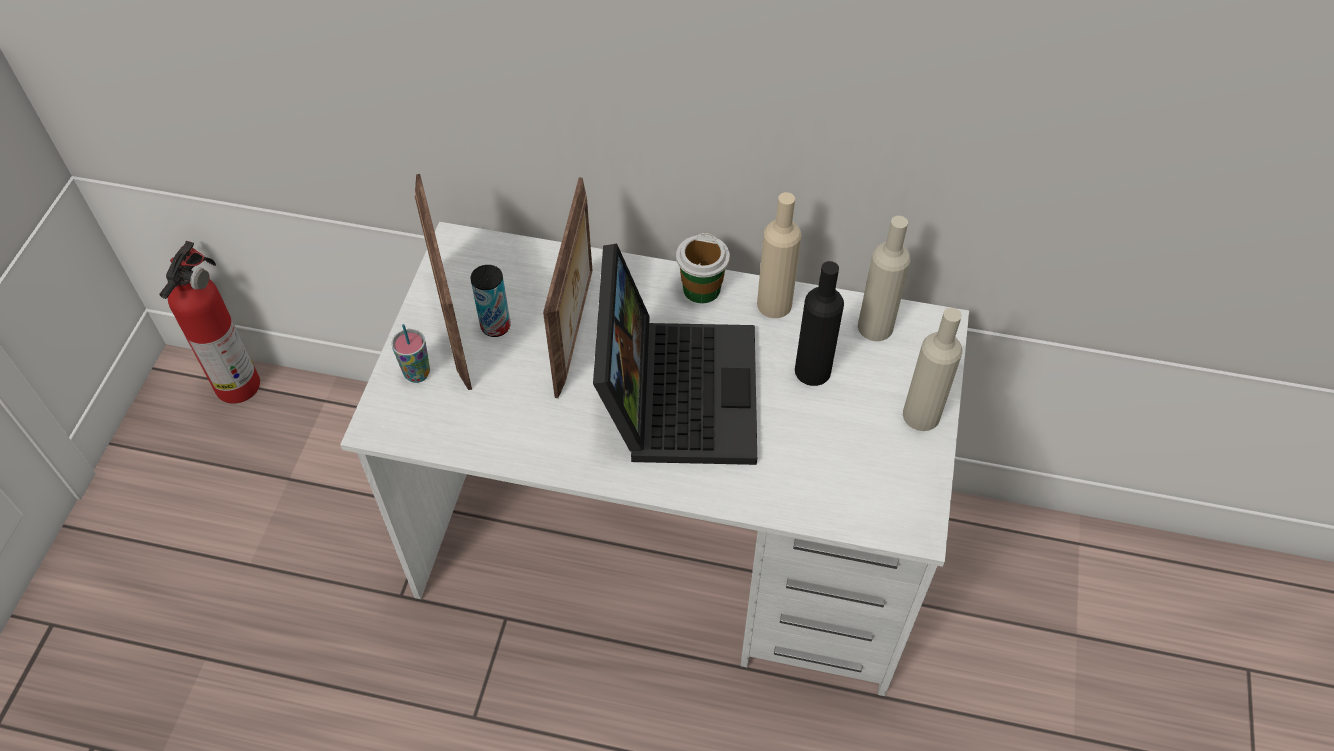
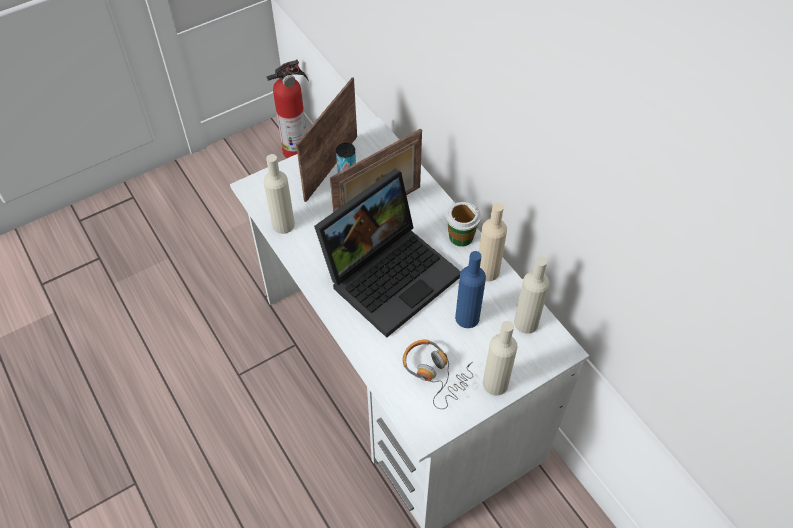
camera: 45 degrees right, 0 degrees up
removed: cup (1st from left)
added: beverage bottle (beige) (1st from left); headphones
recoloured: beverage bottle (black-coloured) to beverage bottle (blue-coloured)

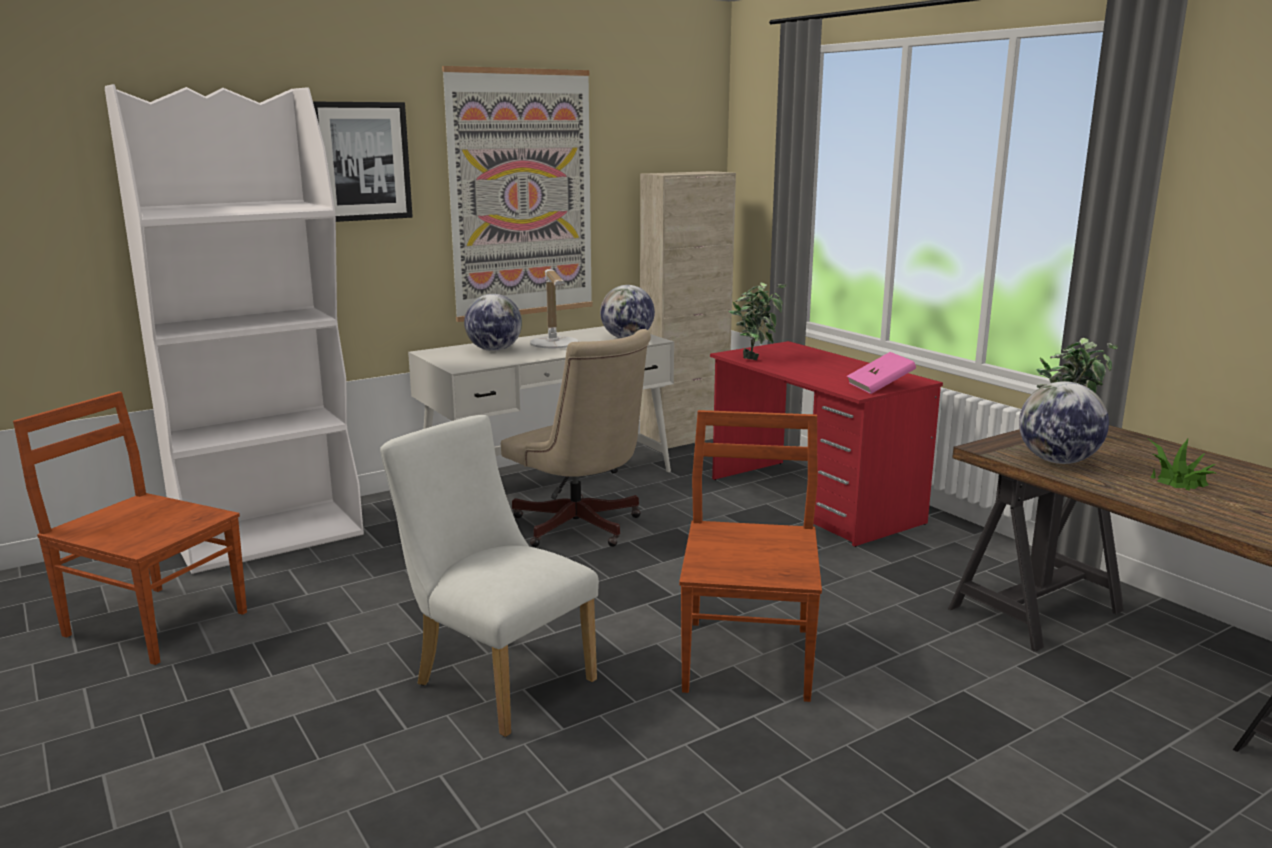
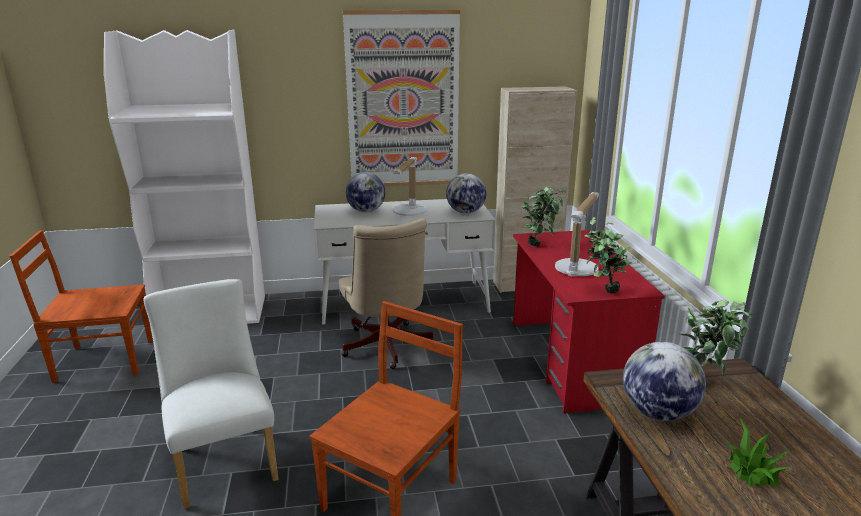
camera: 25 degrees right, 5 degrees up
removed: wall art (1st from left)
added: table lamp (2nd from left)
replaced: bound book (pinkish) to houseplant (2nd from left)
turned: chair (brown) (1st from left) 60 degrees counterclockwise

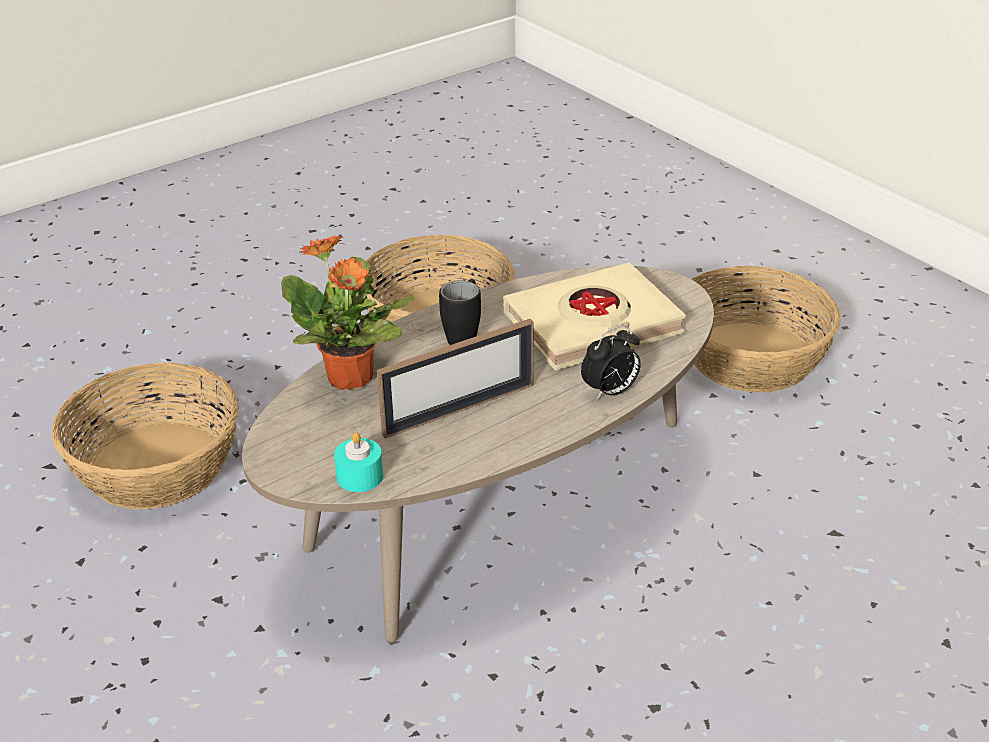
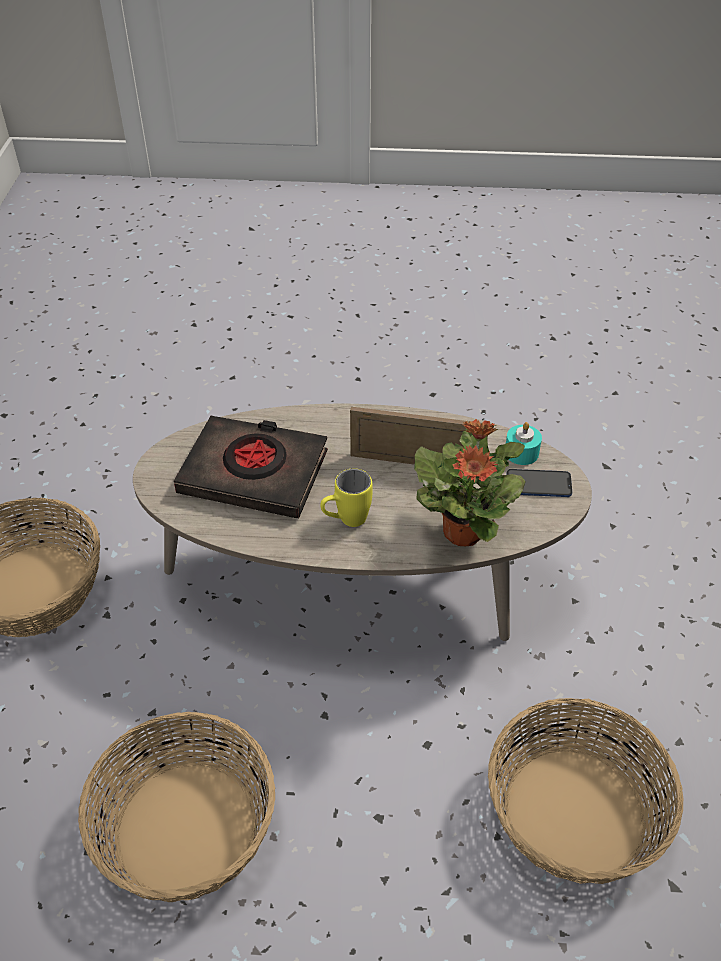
camera: 140 degrees left, 10 degrees up
removed: alarm clock
added: telephone
recoloured: coffee mug (black-coloured) to coffee mug (yellow-coloured); bound book (beige) to bound book (black-coloured)

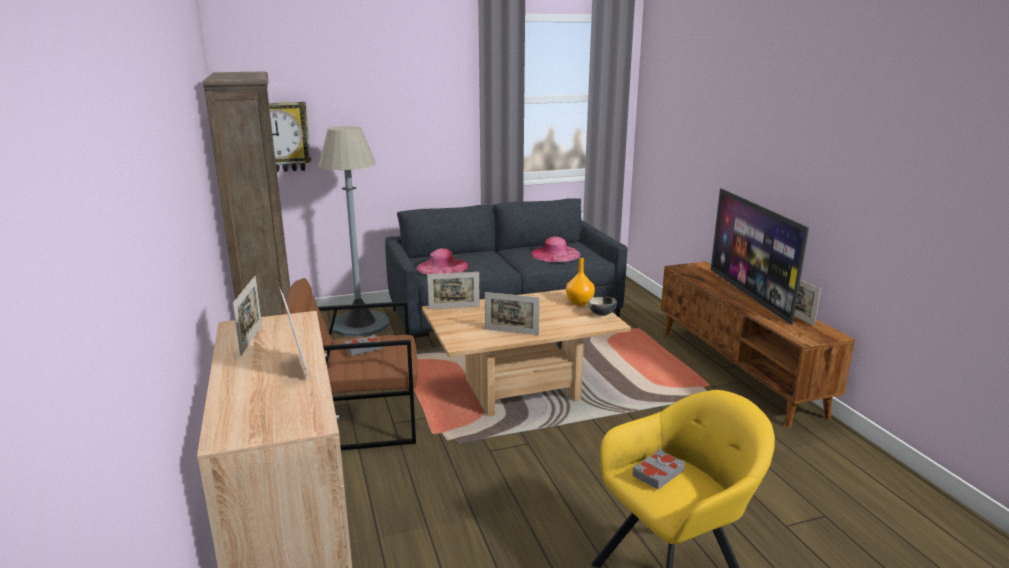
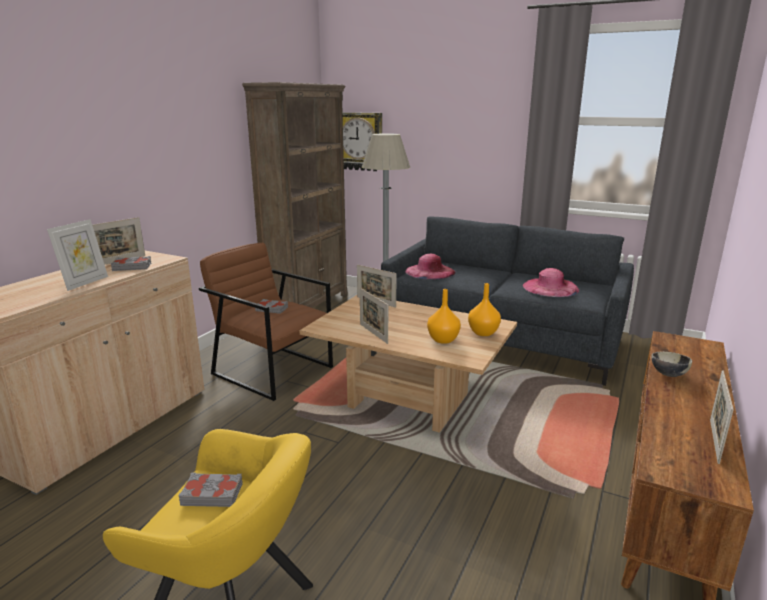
camera: 45 degrees right, 0 degrees up
removed: TV
added: bound book (grey) (1st from left); flower vase (orangey) (1st from left)
moved: bowl

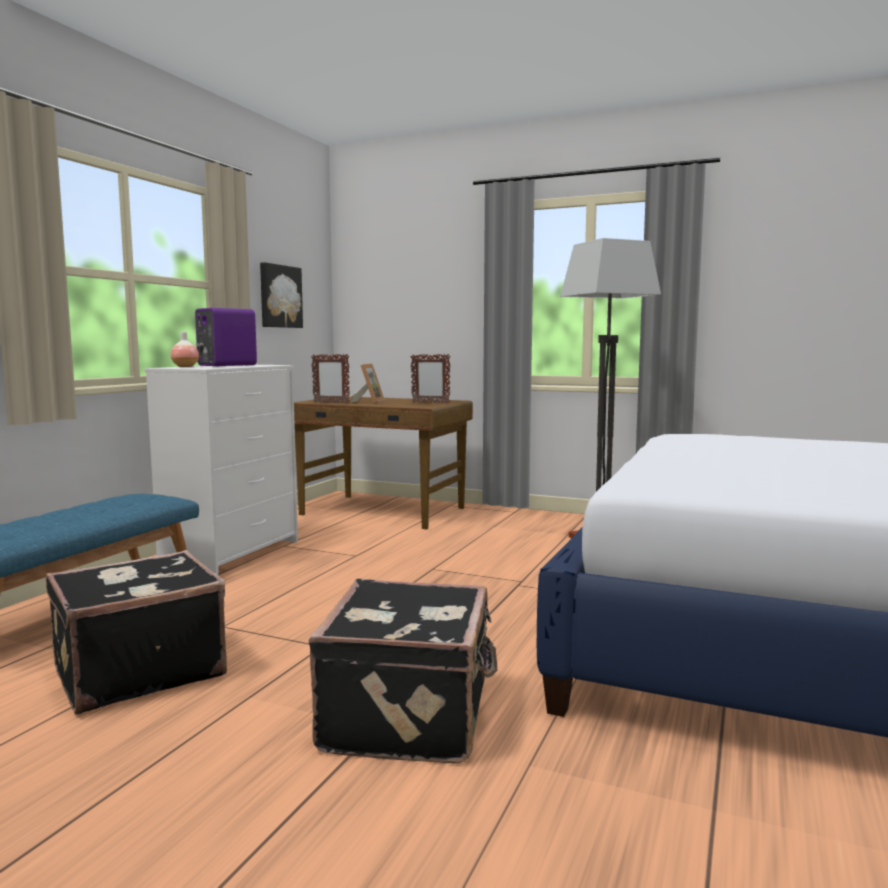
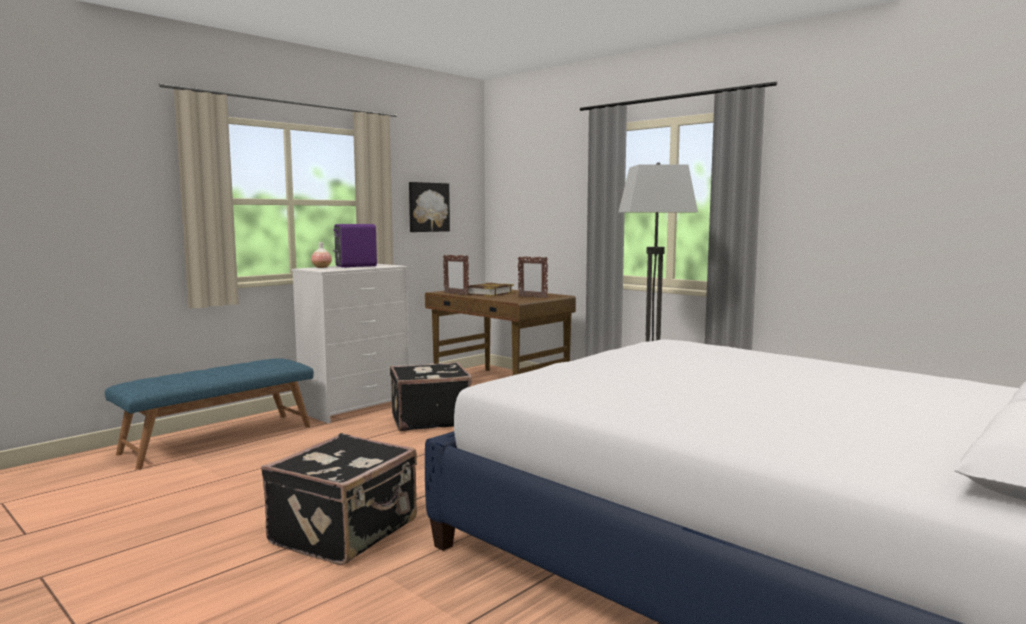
camera: 20 degrees right, 0 degrees up
moved: piece of luggage (black-coloured) (1st from left in the first image) to piece of luggage (black-coloured) (2nd from left)
replaced: picture frame (2nd from left) to bound book

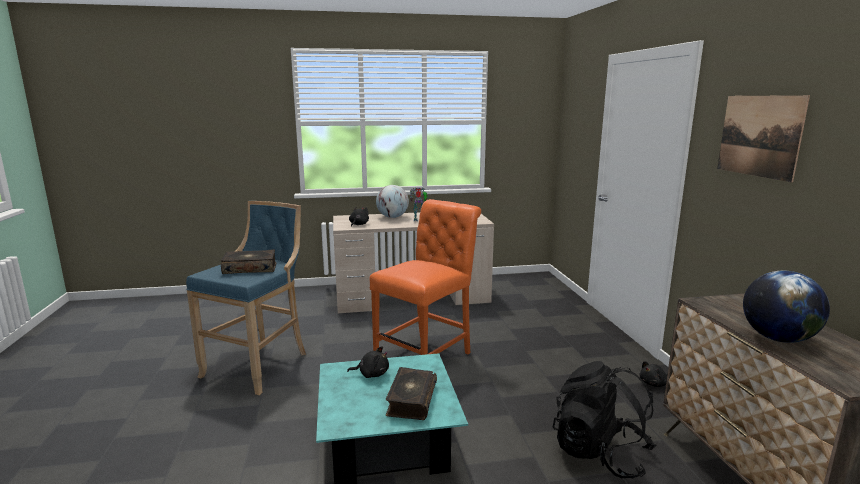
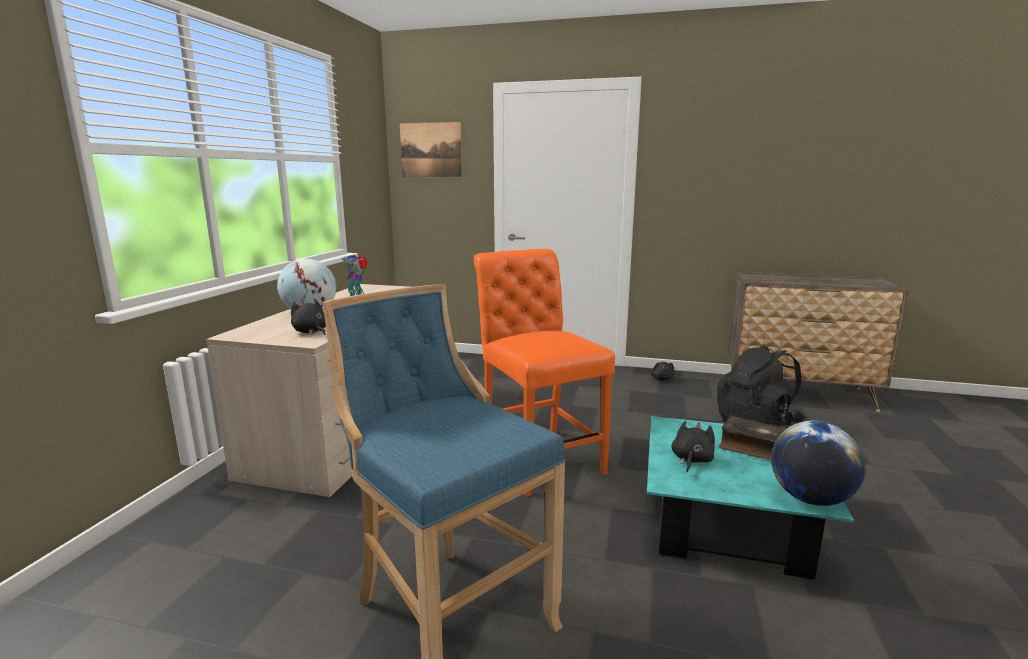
camera: 65 degrees left, 0 degrees up
removed: bound book (1st from left)
moved: wall art; world globe (2nd from left)

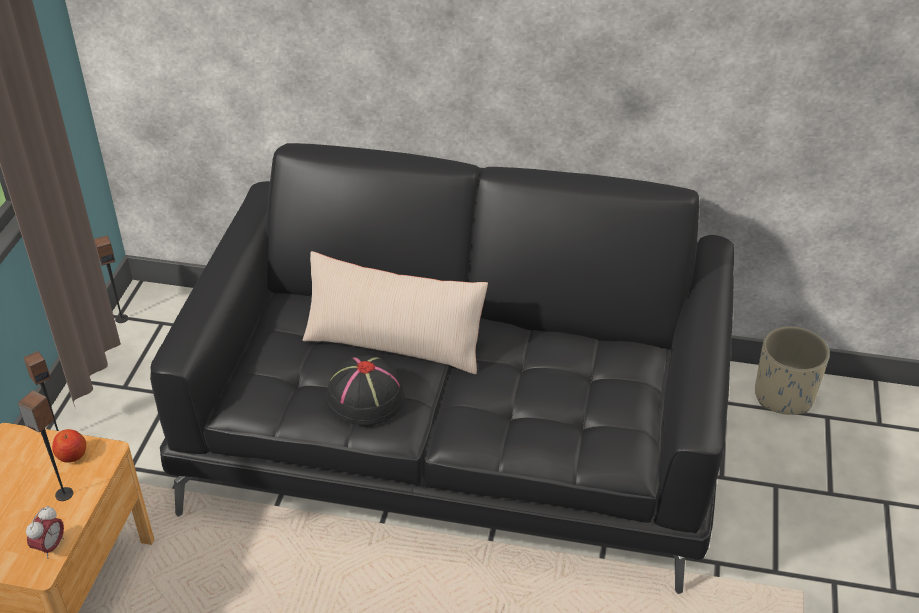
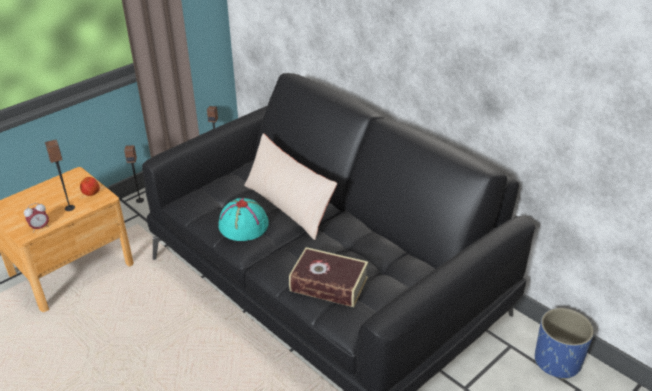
camera: 35 degrees right, 5 degrees down
added: bound book
recoloured: wearable hat (black-coloured) to wearable hat (turquoise-coloured); planter (beige) to planter (blue-coloured)

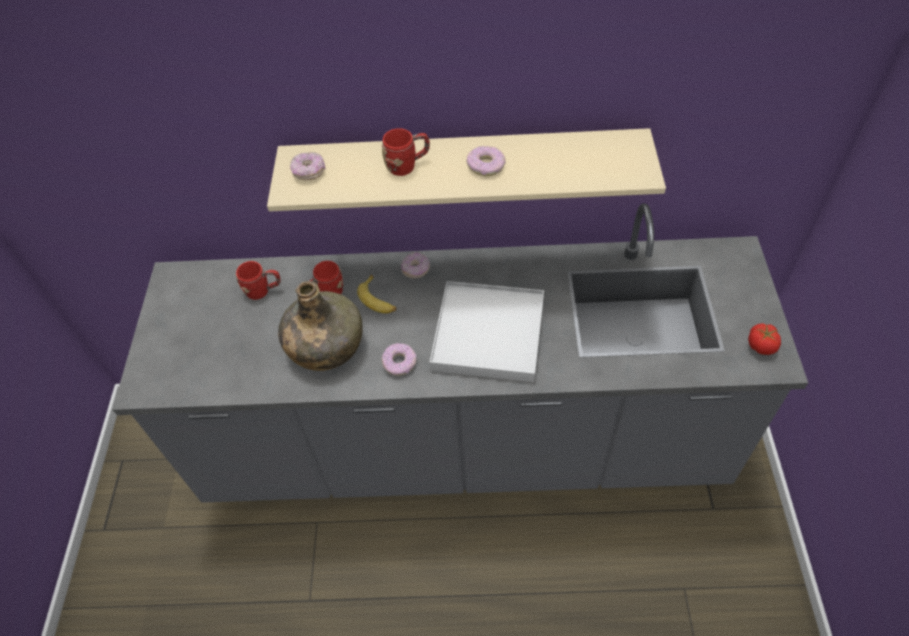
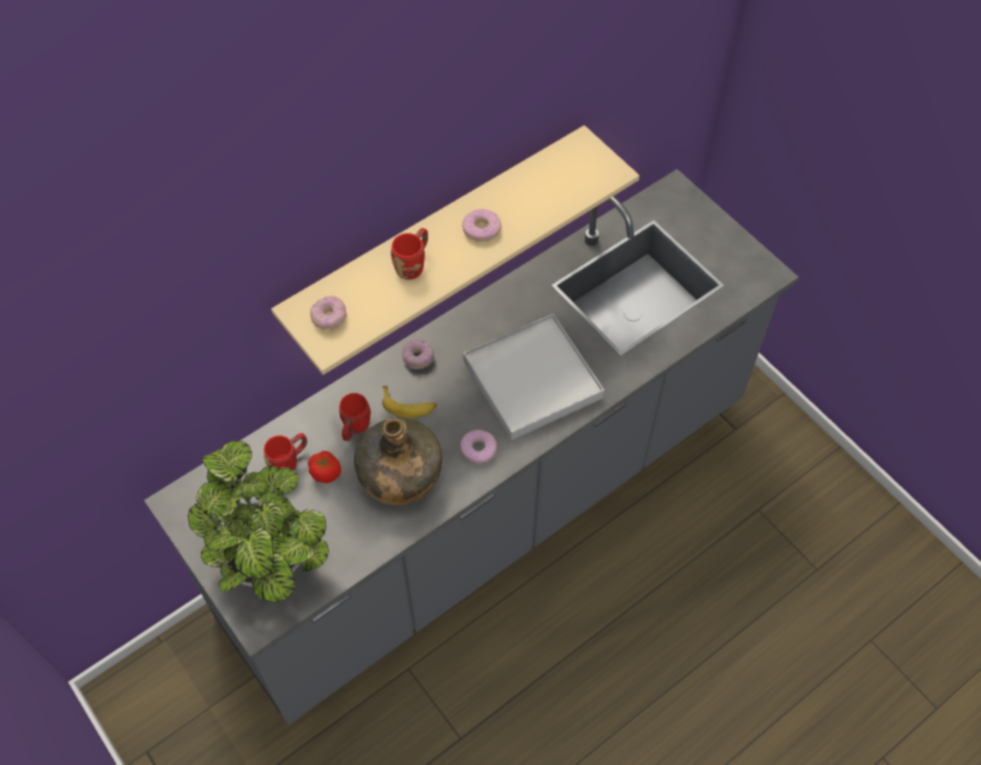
camera: 40 degrees left, 5 degrees up
added: houseplant
moved: tomato

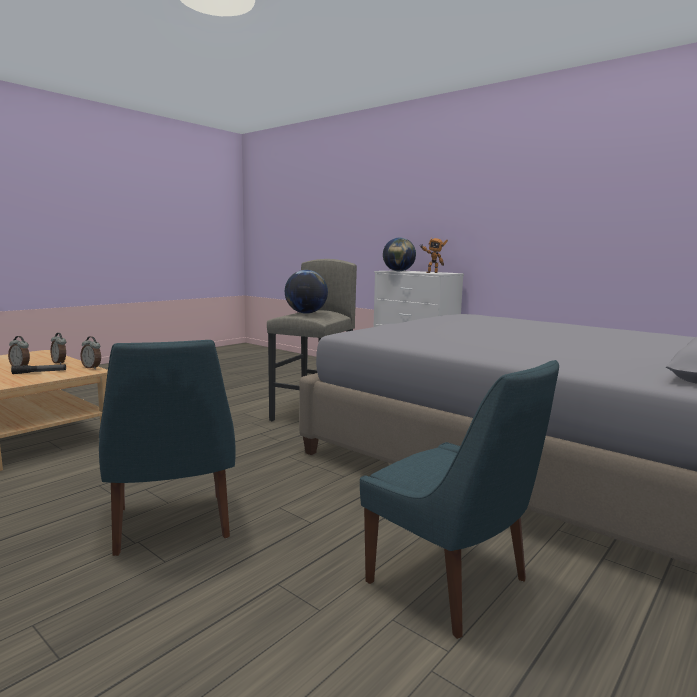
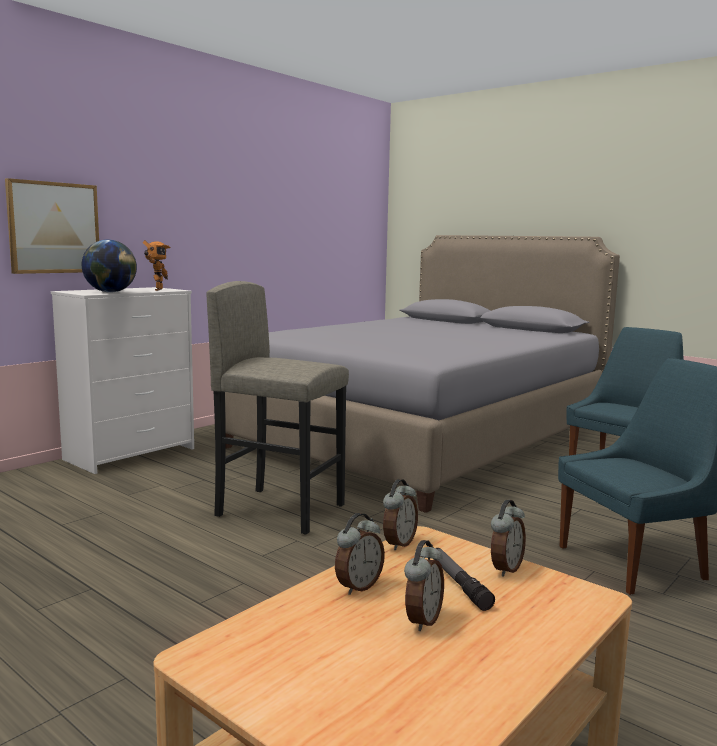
camera: 90 degrees left, 0 degrees up
removed: world globe (1st from left)
added: wall art; alarm clock (4th from left)

